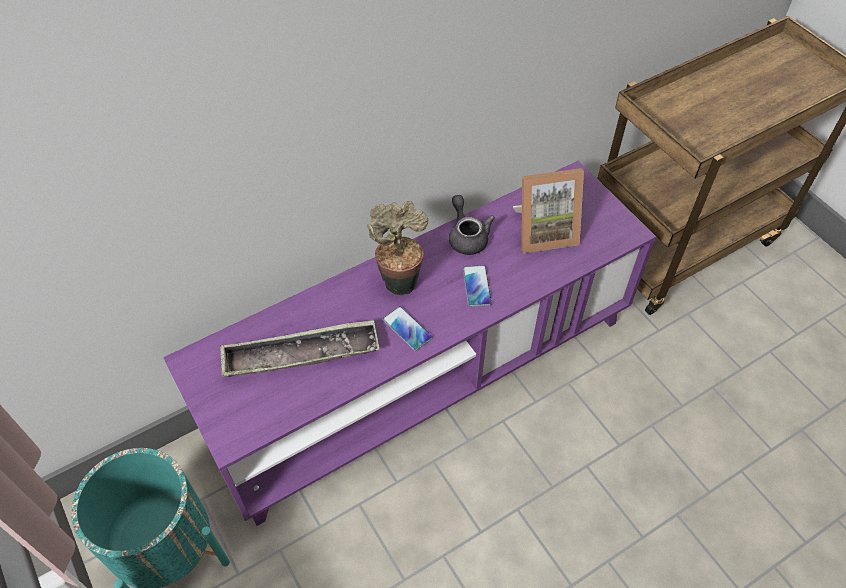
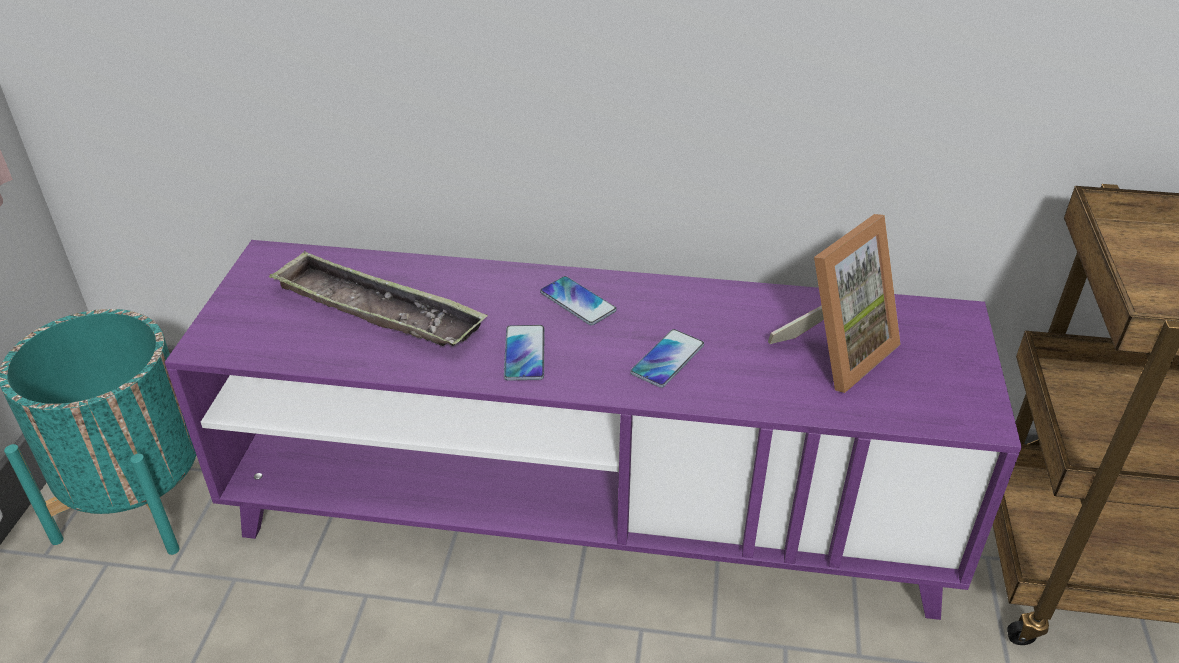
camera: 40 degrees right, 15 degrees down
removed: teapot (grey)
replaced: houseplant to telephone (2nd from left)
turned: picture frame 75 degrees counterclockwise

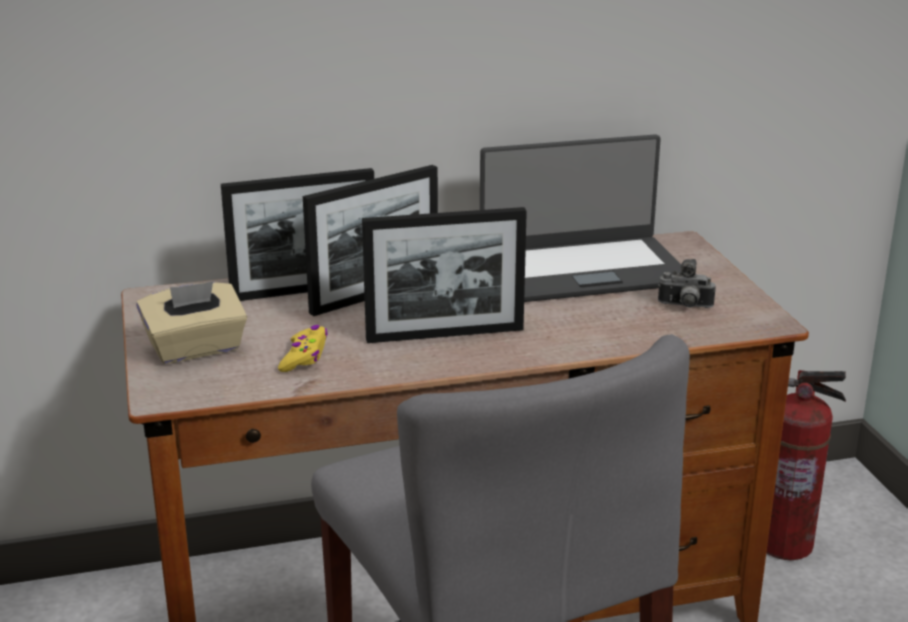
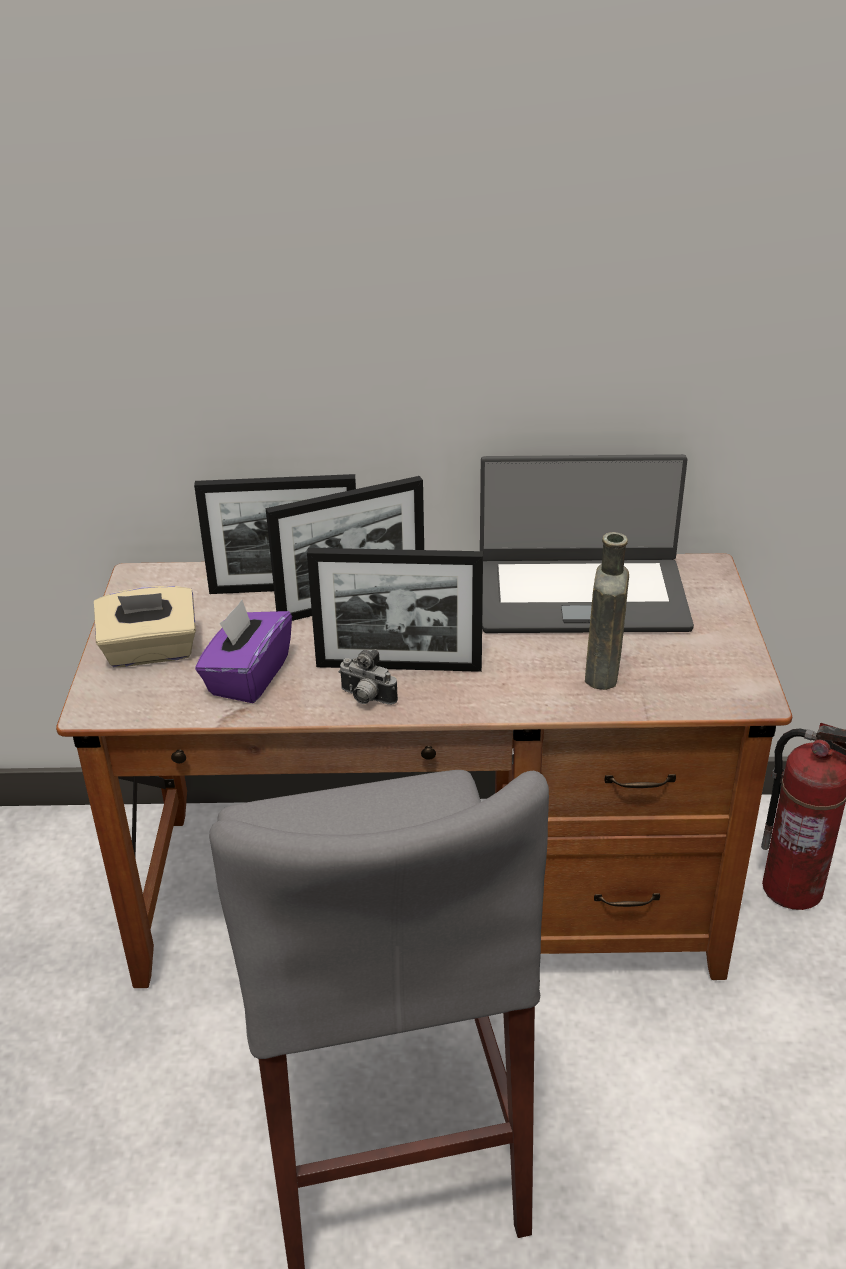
camera: 15 degrees right, 10 degrees up
added: beverage bottle (brown)
moved: still camera
replaced: game controller (yellow-coloured) to tissue box (purplish)

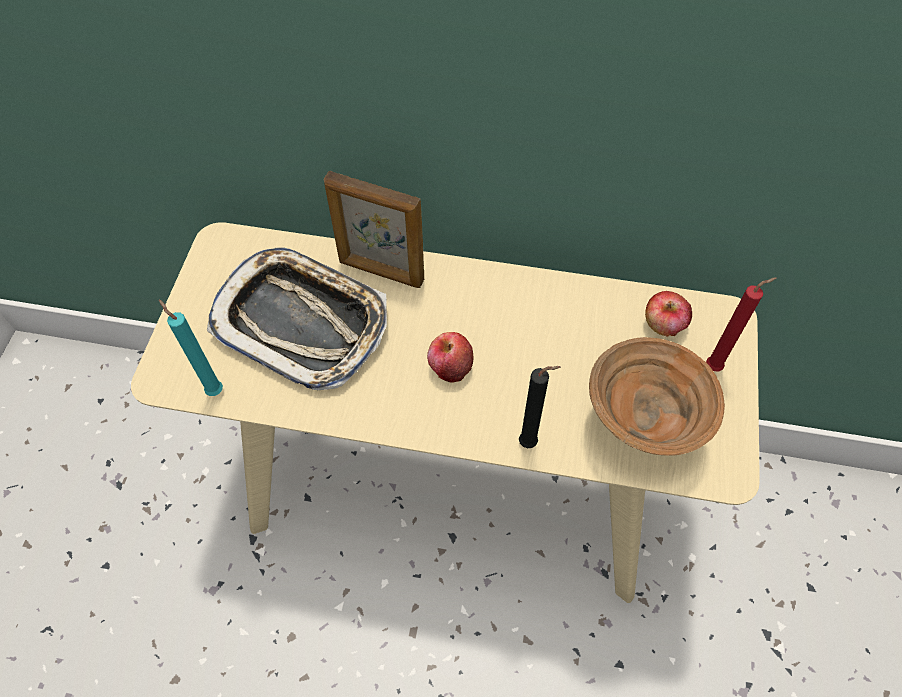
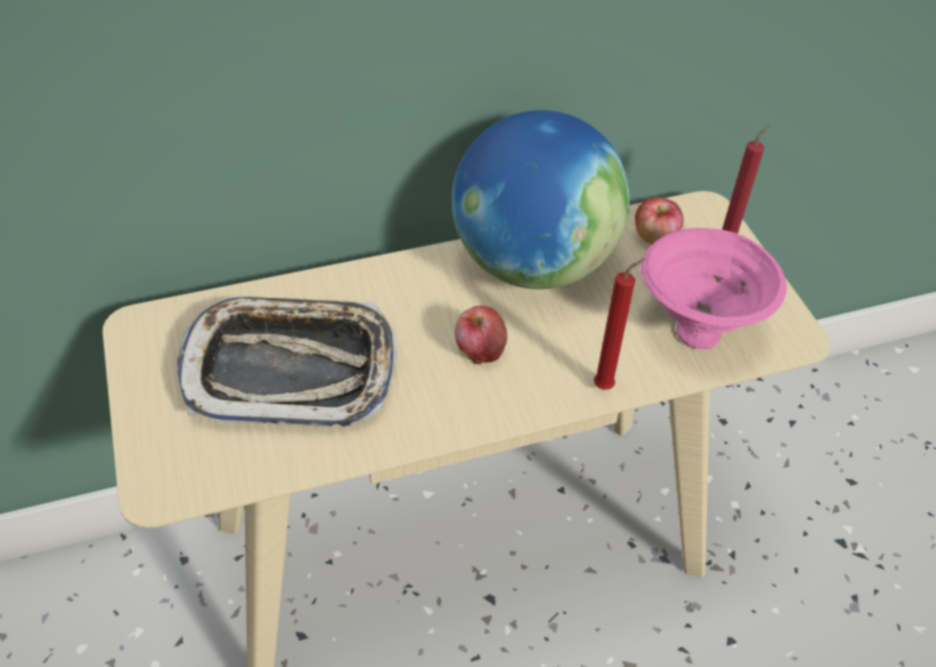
camera: 30 degrees left, 10 degrees down
removed: candle (turquoise-coloured); picture frame
added: world globe
recoloured: candle (black-coloured) to candle (reddish) (1st from left); bowl (brown) to bowl (pinkish)

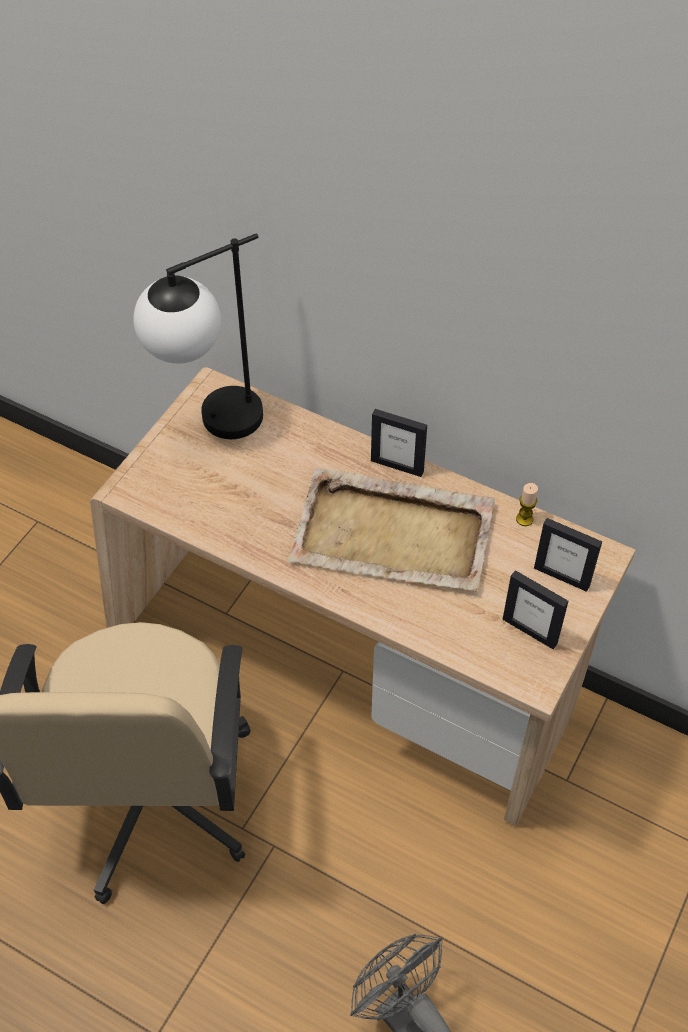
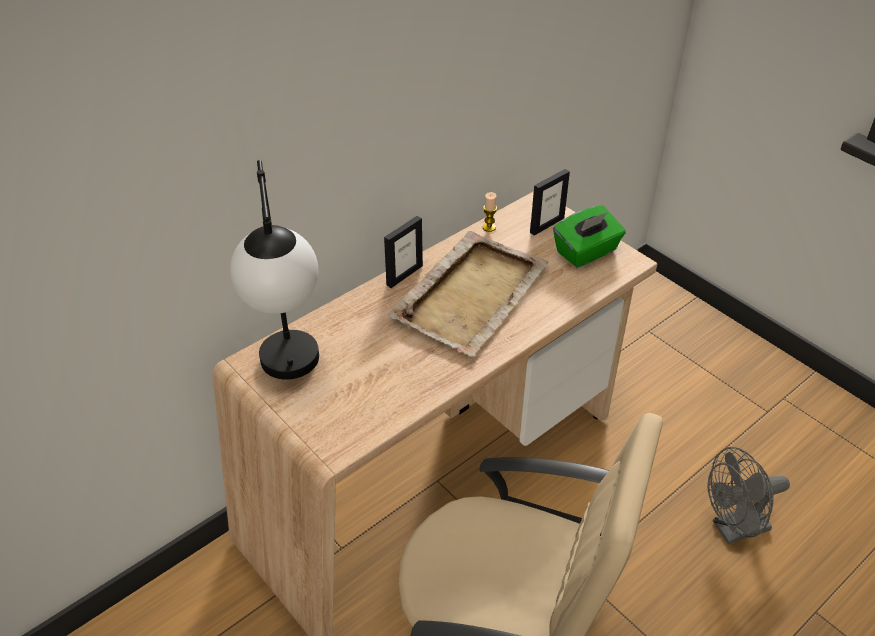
camera: 70 degrees left, 10 degrees down
replaced: picture frame (2nd from left) to tissue box (green-coloured)

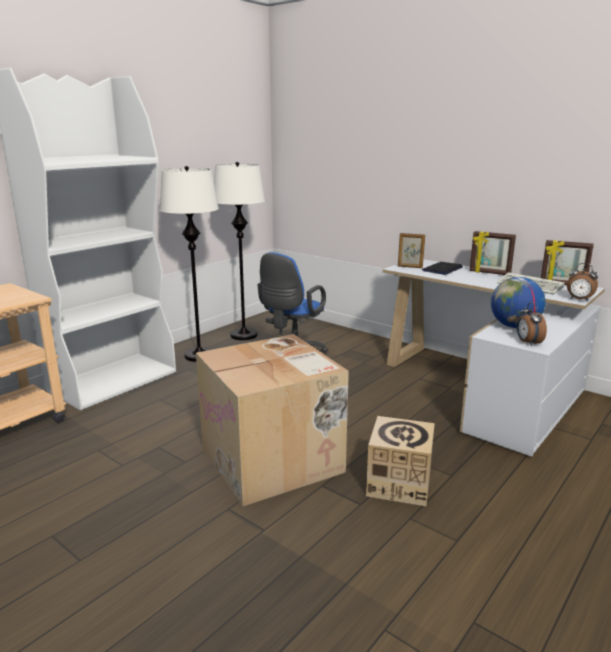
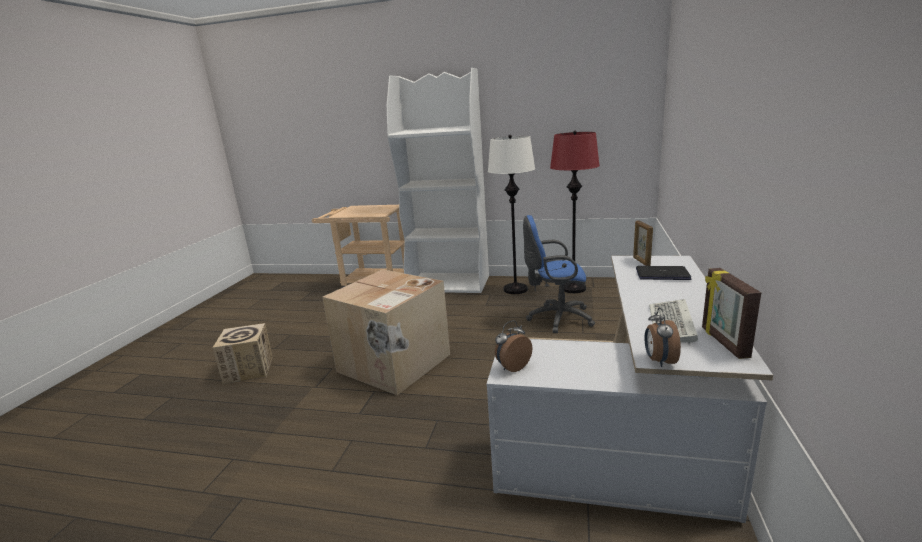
camera: 65 degrees right, 0 degrees up
removed: picture frame (2nd from left); world globe
moved: cardboard box (2nd from left in the first image) to cardboard box (1st from left)
recoloured: standard lamp (white-coloured) (2nd from left) to standard lamp (reddish)

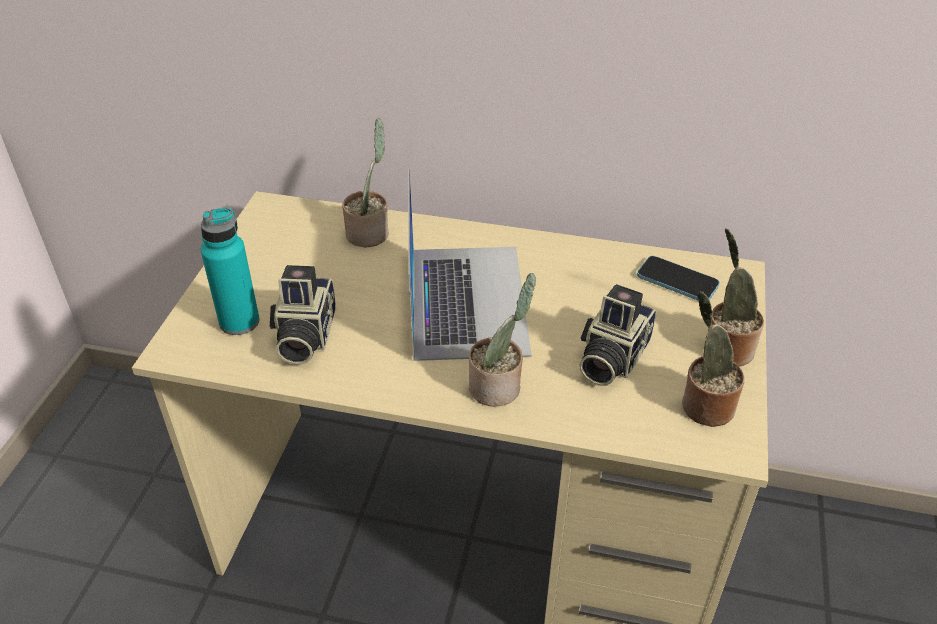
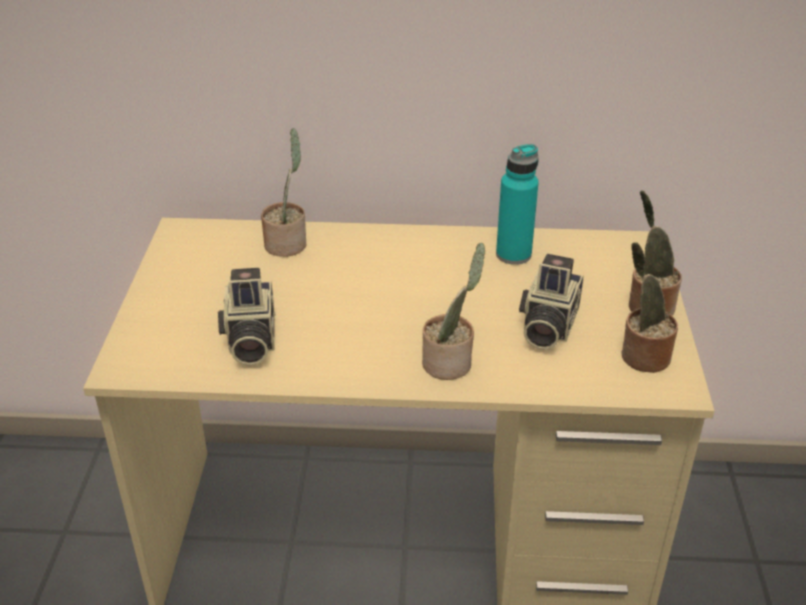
camera: 10 degrees left, 5 degrees down
removed: notebook computer; telephone
moved: beverage bottle (turquoise-coloured)

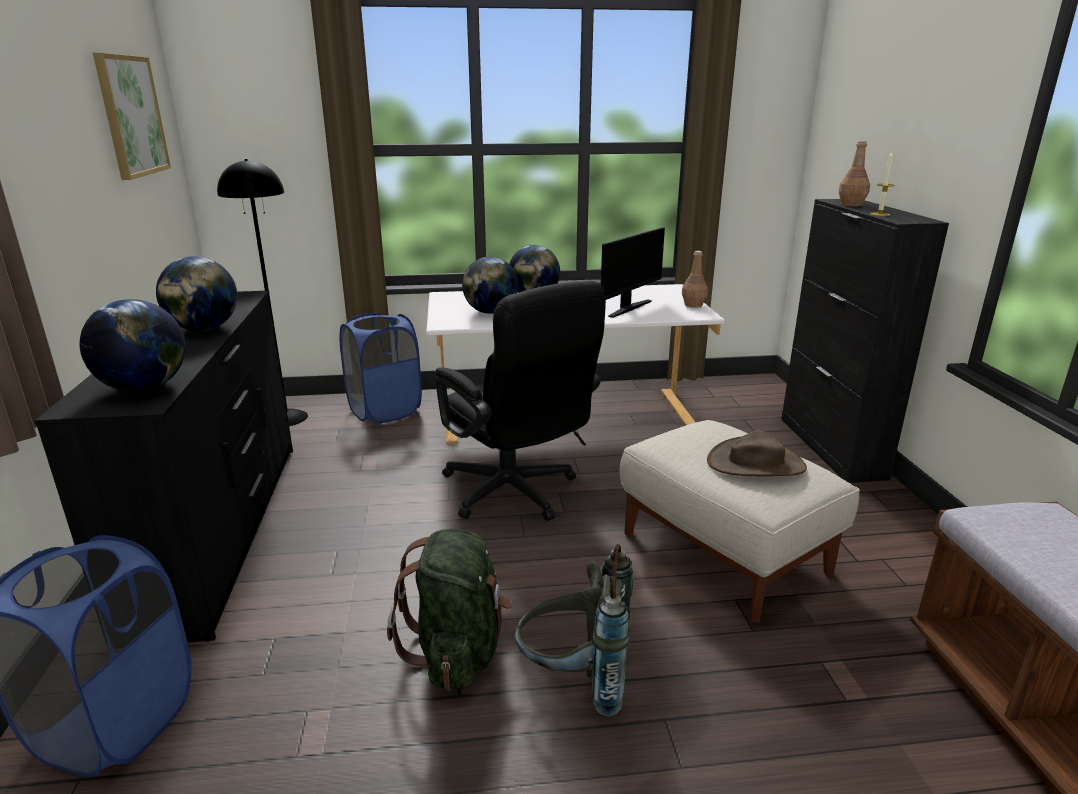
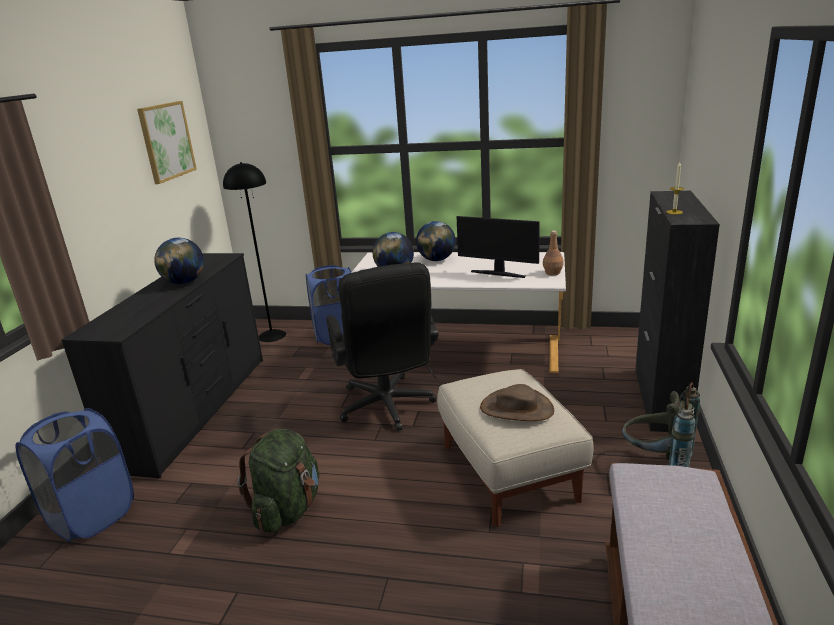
camera: 20 degrees right, 0 degrees up
removed: world globe (1st from left); beverage bottle (brown) (2nd from left)
moved: rucksack (grey)
turned: computer screen 60 degrees clockwise

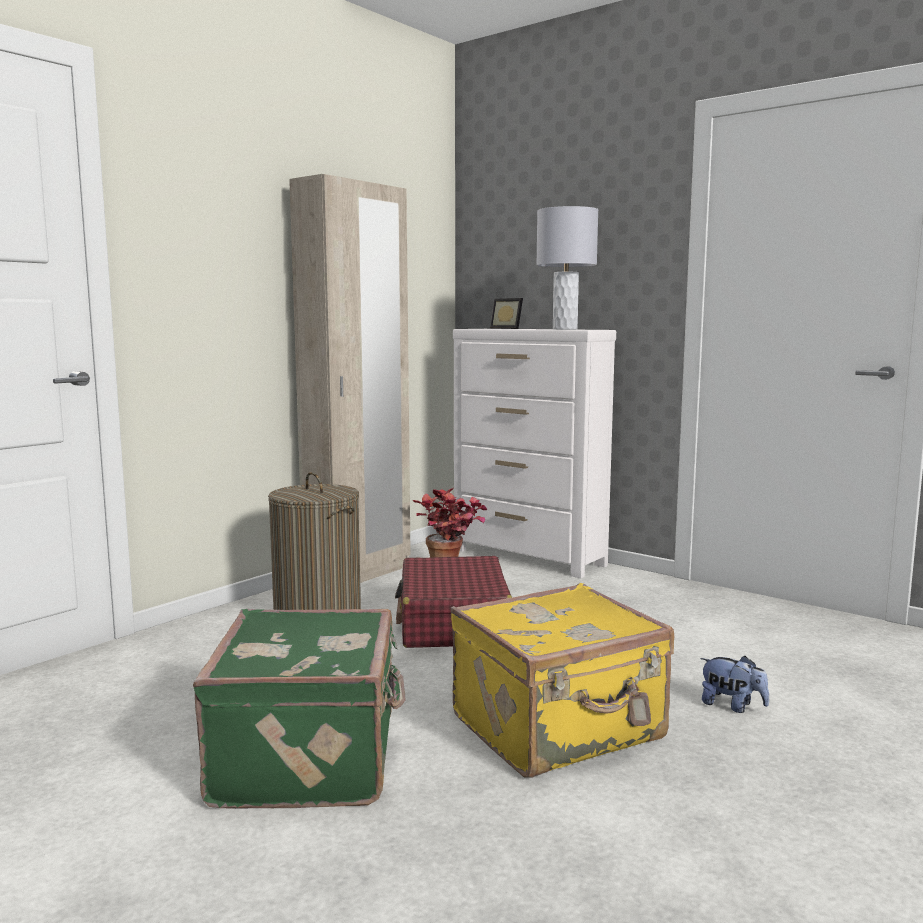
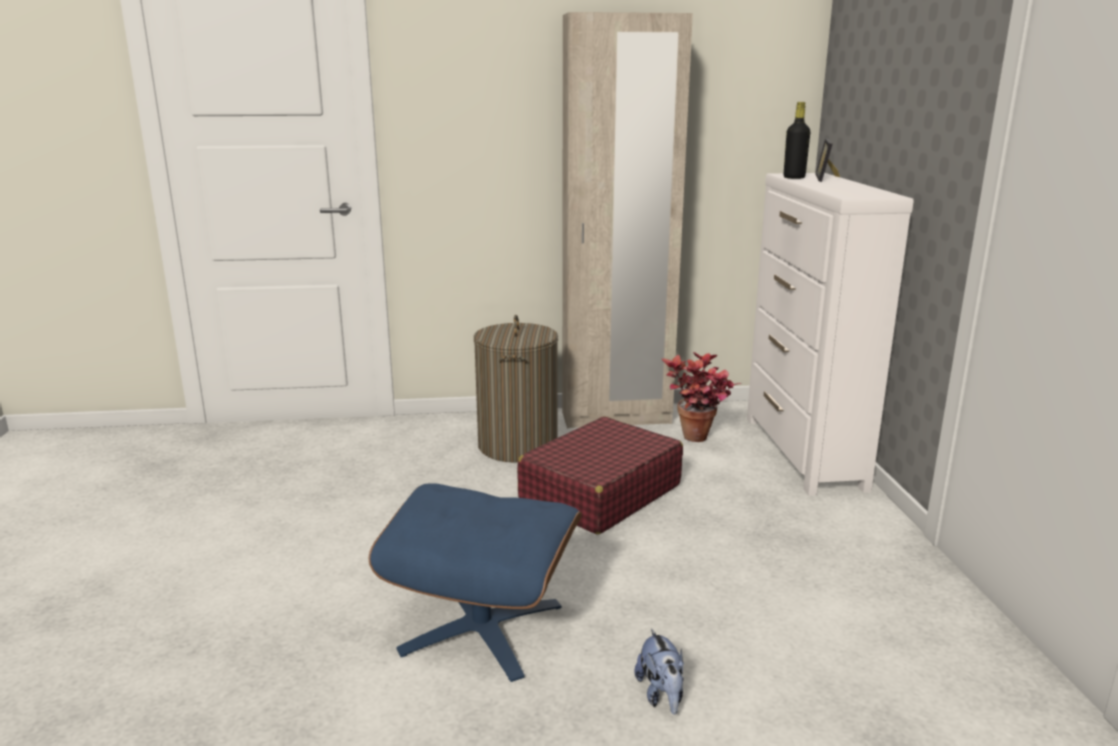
camera: 45 degrees right, 10 degrees up
removed: piece of luggage (green-coloured); table lamp (grey)
added: beverage bottle (black-coloured)
replaced: piece of luggage (yellow-coloured) to pouffe (blue-coloured)

